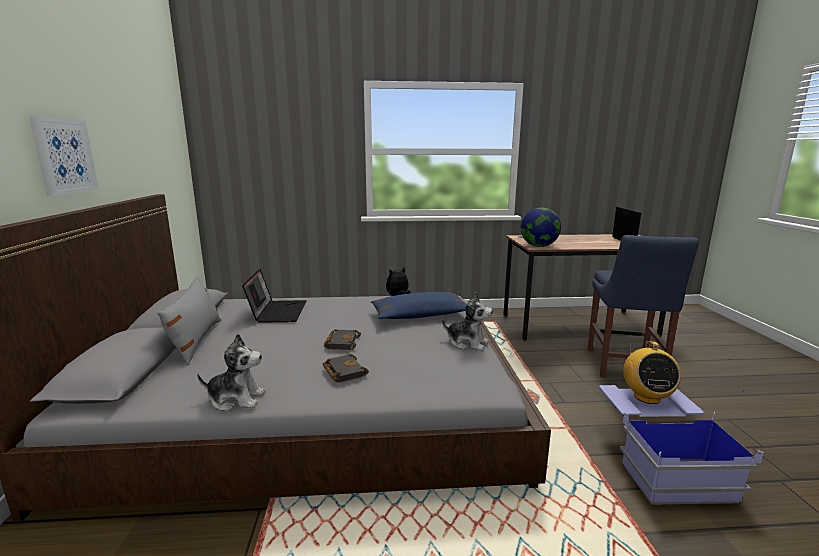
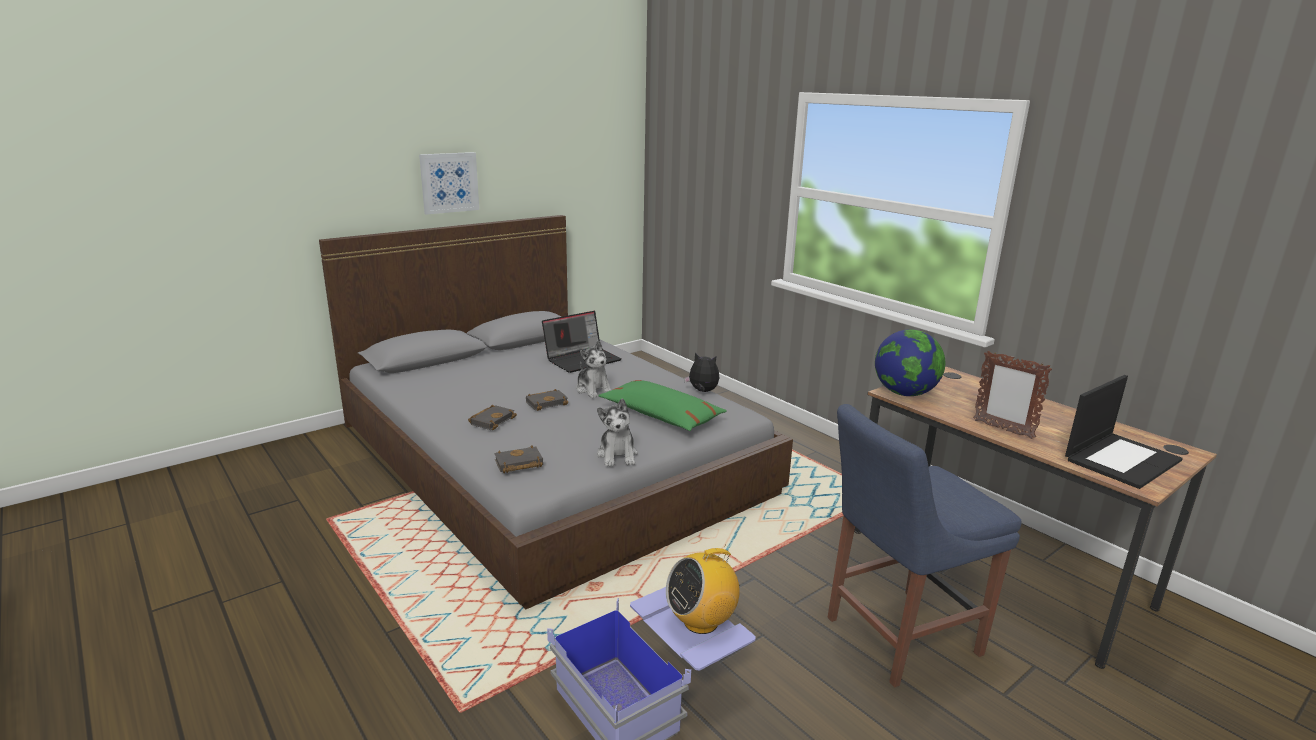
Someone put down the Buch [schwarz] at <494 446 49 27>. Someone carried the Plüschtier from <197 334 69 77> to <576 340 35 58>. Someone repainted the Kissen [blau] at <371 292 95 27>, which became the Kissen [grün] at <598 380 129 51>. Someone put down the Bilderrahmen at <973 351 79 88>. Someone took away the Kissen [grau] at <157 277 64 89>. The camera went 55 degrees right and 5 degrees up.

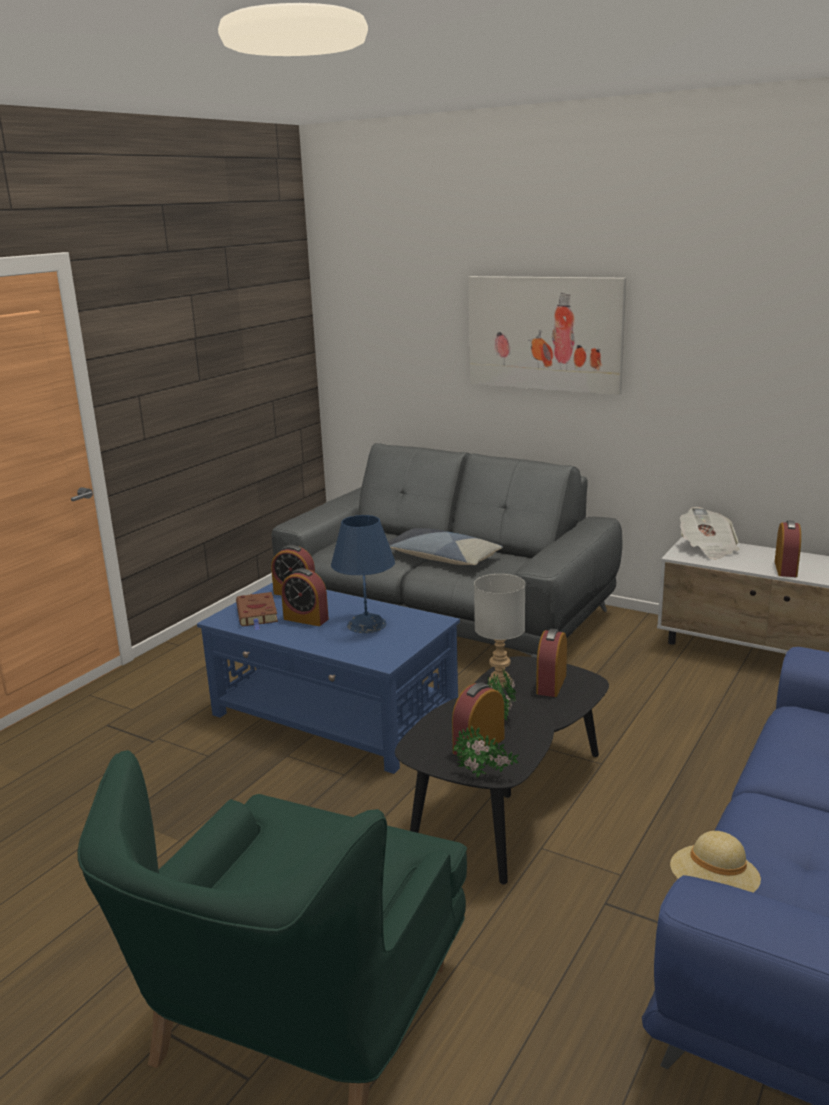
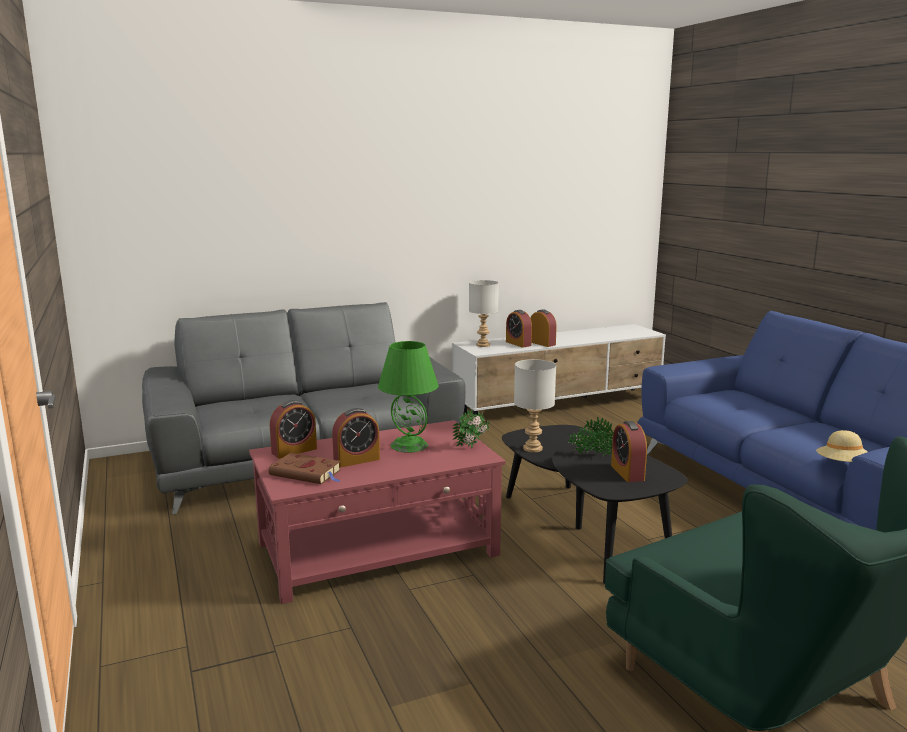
Someone repainted the Couchtisch [blau] at <197 582 263 192>, which became the Couchtisch [rot] at <249 420 256 184>. Someone repainted the Tischlampe [blau] at <331 515 64 118>, which became the Tischlampe [grün] at <378 341 61 112>. Someone carried the Topfpflanze from <453 726 66 52> to <452 409 38 39>. Someone swapped the Zeitung at <680 507 60 53> for the Tischlampe [grau] at <469 280 30 67>. Someone carried the Wecker from <536 629 31 68> to <506 310 26 38>. Someone took away the Kissen at <388 528 115 37>. Someone took away the Bild at <469 276 157 119>. The camera went 55 degrees left and 5 degrees down.

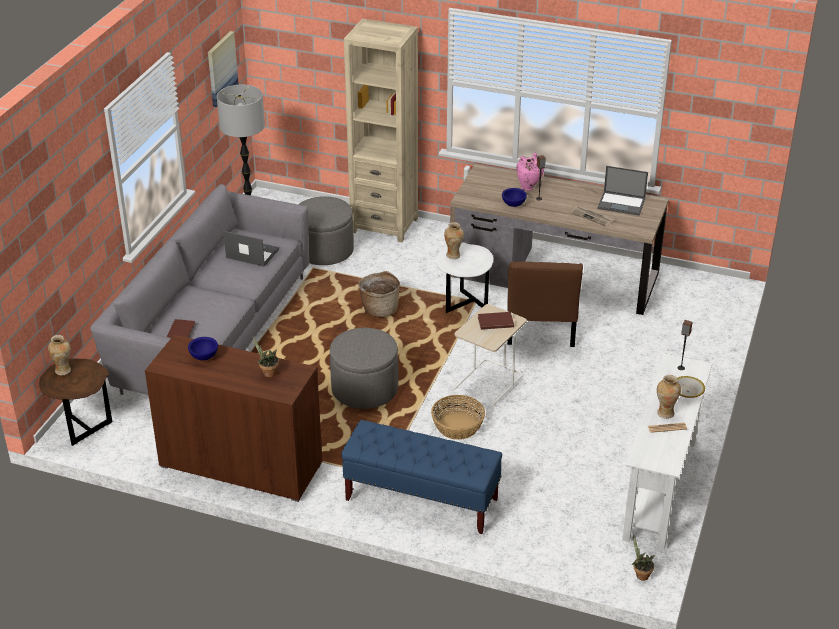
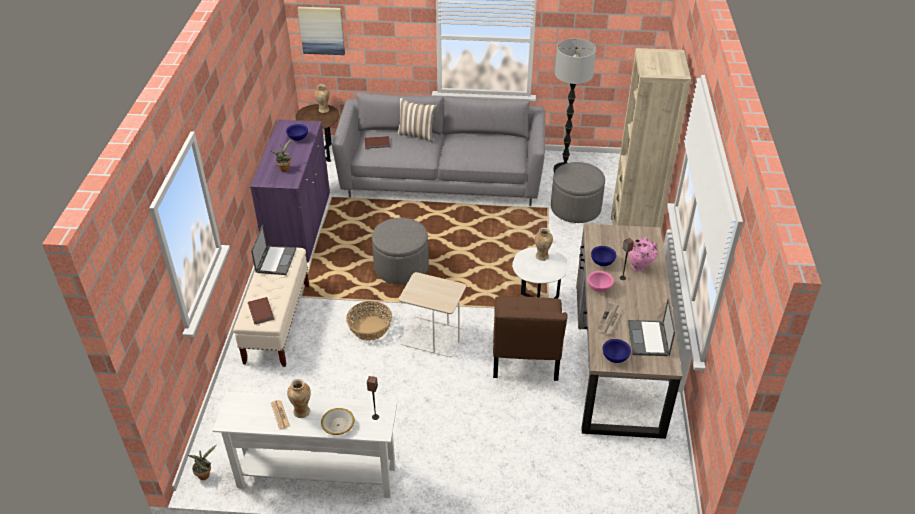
Someone repainted the Bank [blau] at <341 420 161 114>, which became the Bank [beige] at <233 246 76 121>. Someone carried the Buch [braun] from <478 312 36 18> to <248 297 26 27>. Someone repainted the Schrank [braun] at <145 335 177 167>, which became the Schrank [lila] at <250 120 80 142>. Someone carried the Laptop from <224 231 55 36> to <251 225 45 50>. Someone carried the Bild from <208 31 31 76> to <298 7 47 48>. Someone put down the Kissen at <397 98 41 45>. Someone rotated the Stuhl [braun] at <507 261 76 86> by 75 degrees counterclockwise. Someone put down the Schüssel [rosa] at <588 271 26 21>. Someone put down the Schüssel [blau] at <603 339 28 24>. Someone took away the Korb at <358 271 42 46>. The camera went 75 degrees right and 5 degrees up.

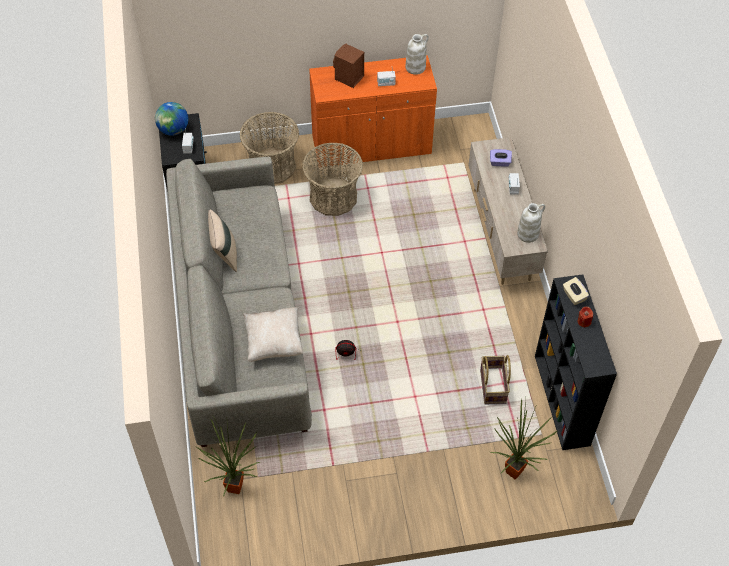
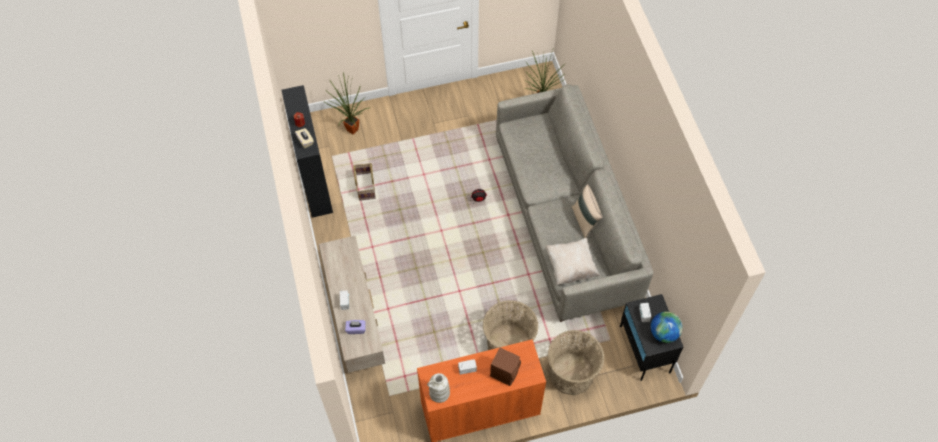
Someone carried the Kissen [beige] from <243 307 61 55> to <545 238 55 47>. Someone took away the Vase [weiß] at <517 203 28 40>. The camera went 175 degrees right and 5 degrees up.

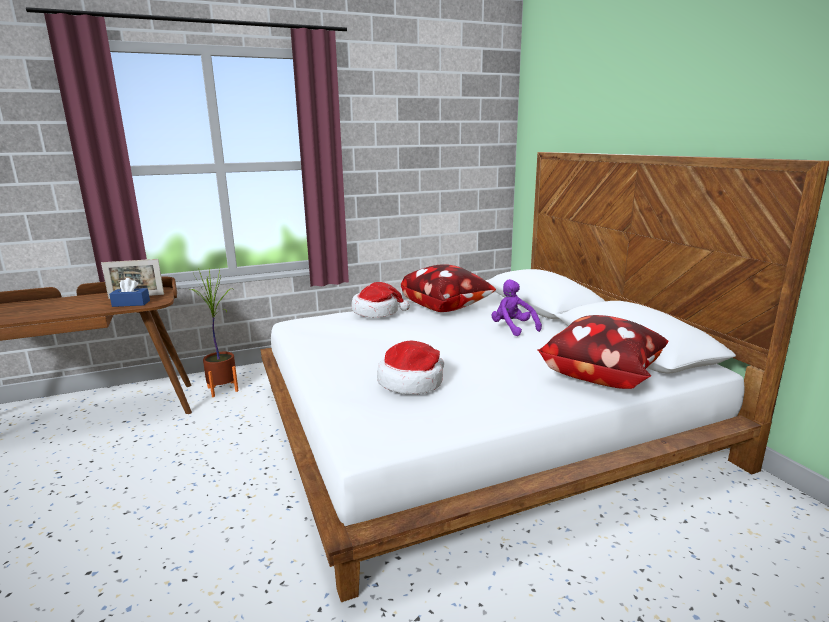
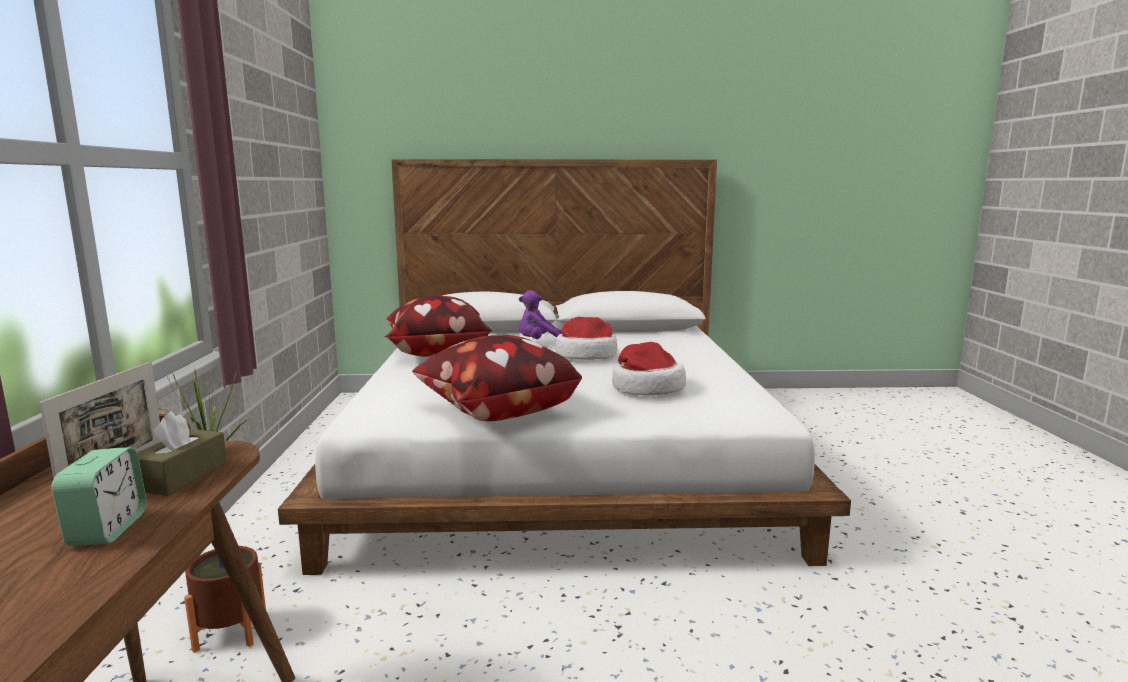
Someone put down the Wecker at <51 447 96 99>. Someone repainted the Taschentuchbox [blau] at <109 278 41 29>, which became the Taschentuchbox [braun] at <137 411 90 85>. Someone carried the Kissen from <537 315 131 74> to <412 335 170 86>. Someone carried the Hut from <352 282 58 35> to <555 317 62 43>. The camera went 70 degrees left and 5 degrees down.

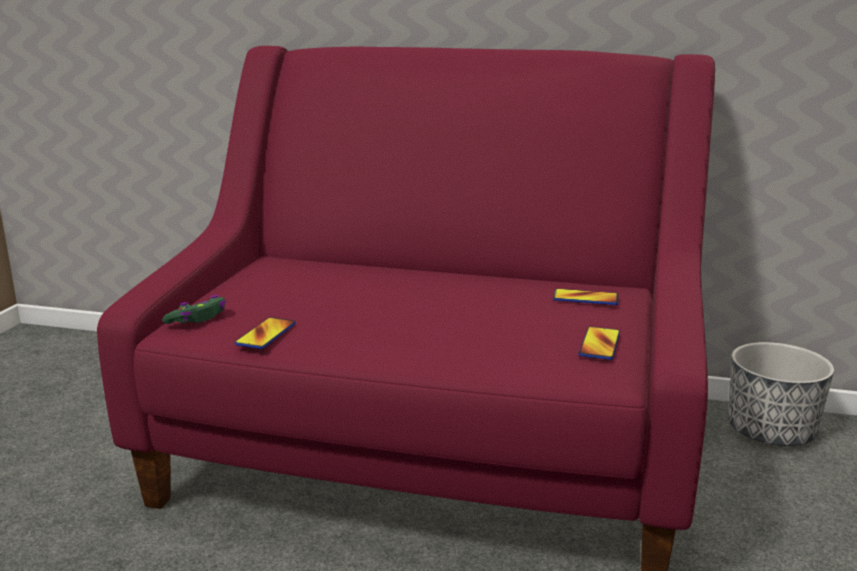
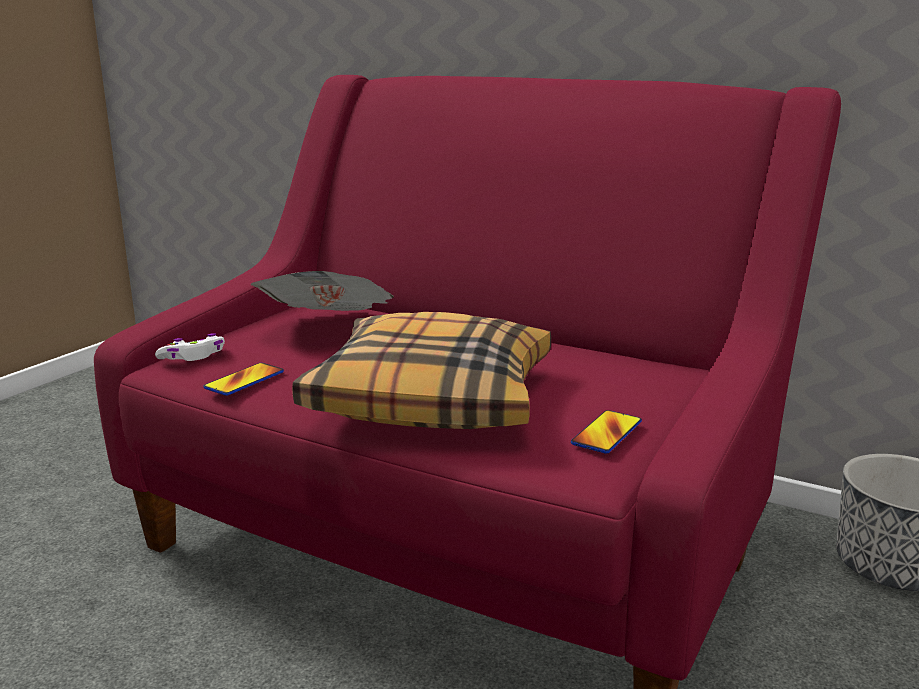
Someone repainted the Gamepad [grün] at <162 295 64 29>, which became the Gamepad [weiß] at <155 333 70 28>. Someone put down the Zeitung at <250 271 144 40>. Someone put down the Kissen at <292 312 259 117>. Someone took away the Handy at <553 289 66 16>. The camera went 15 degrees right and 0 degrees up.

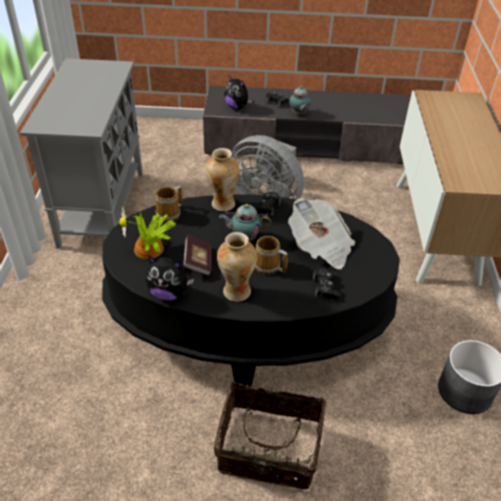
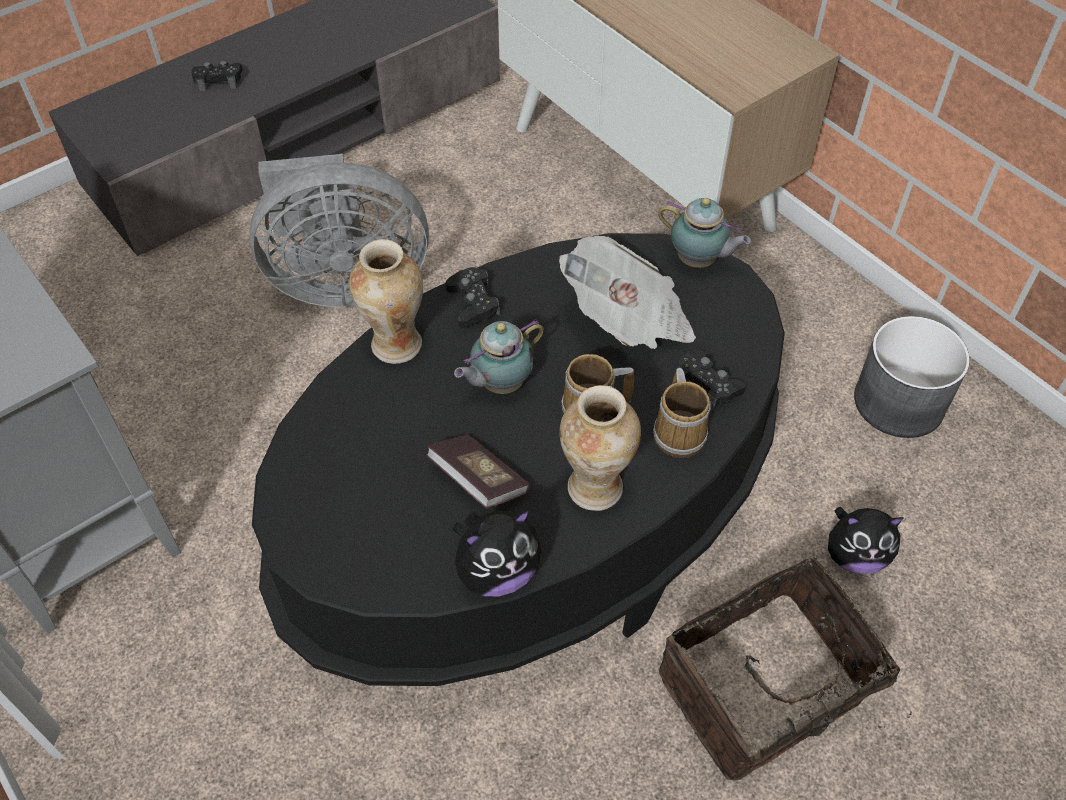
Someone carried the Henkelbecher from <155 185 28 37> to <653 368 58 90>. Someone carried the Teekanne from <289 86 22 29> to <658 198 93 70>. Someone carried the Plüschtier from <224 75 29 34> to <828 507 76 67>. Someone took away the Topfpflanze at <120 208 56 51>. The camera went 40 degrees left and 10 degrees up.

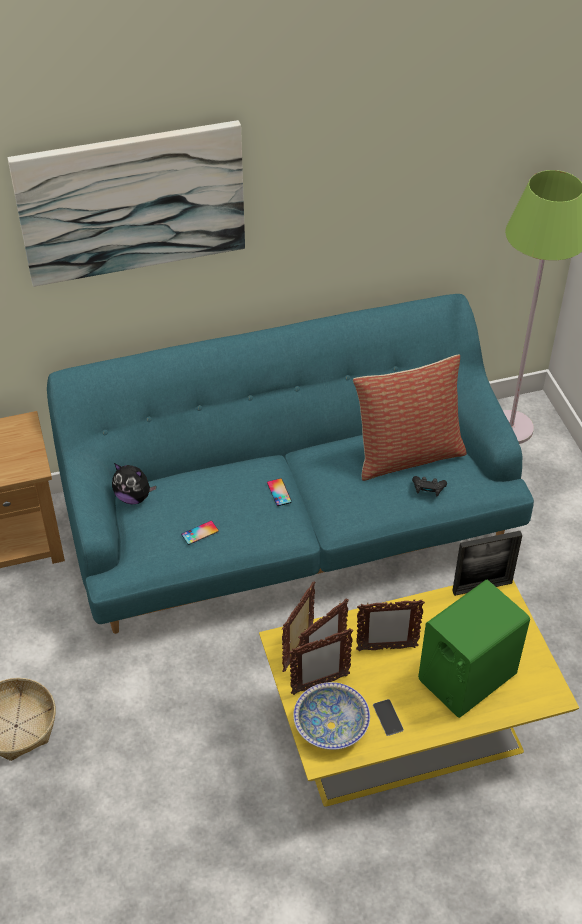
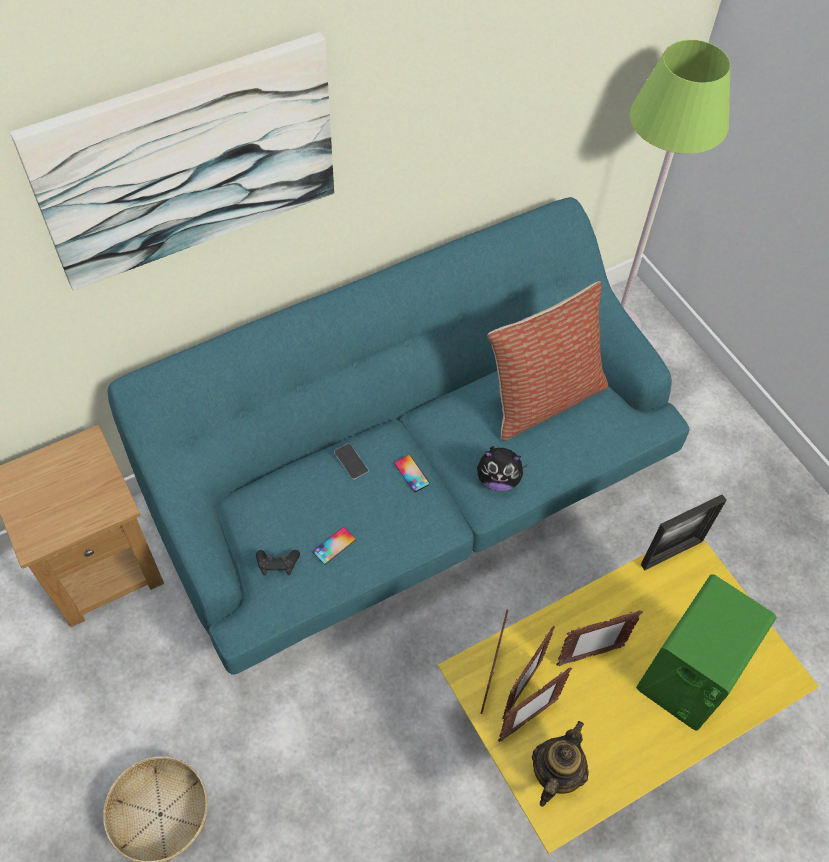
Someone carried the Gamepad [schwarz] from <412 476 35 21> to <256 550 44 26>. Someone carried the Handy from <373 699 31 37> to <334 443 35 37>. Someone carried the Plüschtier from <112 463 44 41> to <477 446 51 45>. Someone swapped the Schüssel at <293 682 77 68> for the Teekanne at <532 721 57 86>. The camera went 15 degrees left and 10 degrees up.

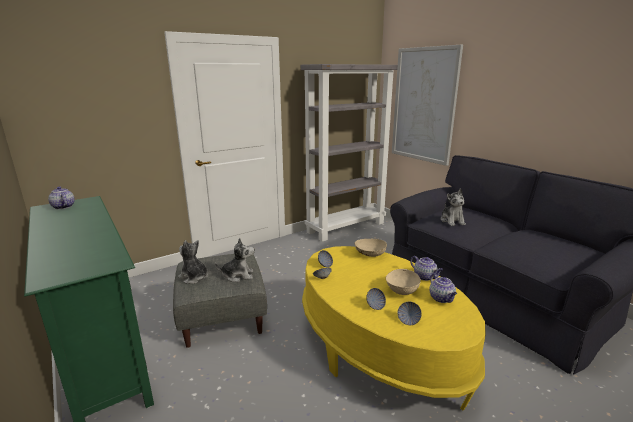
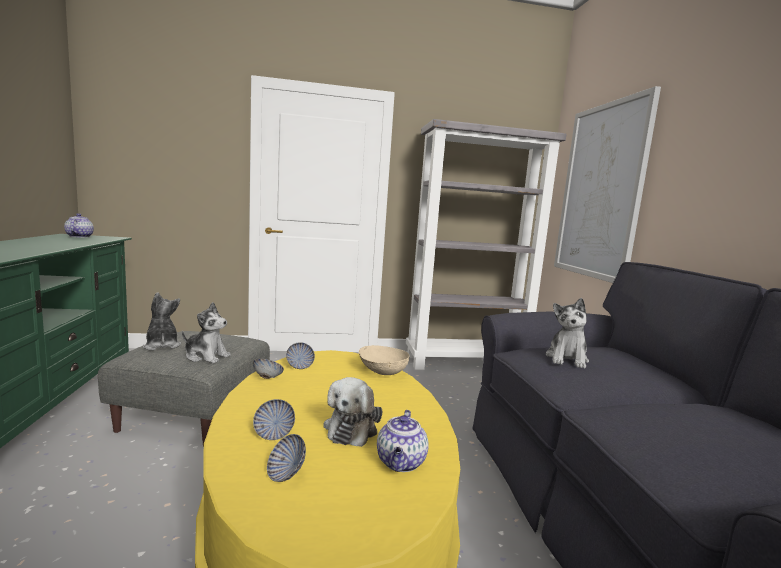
Someone swapped the Schüssel [beige] at <386 269 35 26> for the Plüschtier at <323 377 60 70>. Someone took away the Teekanne at <410 256 33 25>. The camera went 25 degrees right and 10 degrees down.

